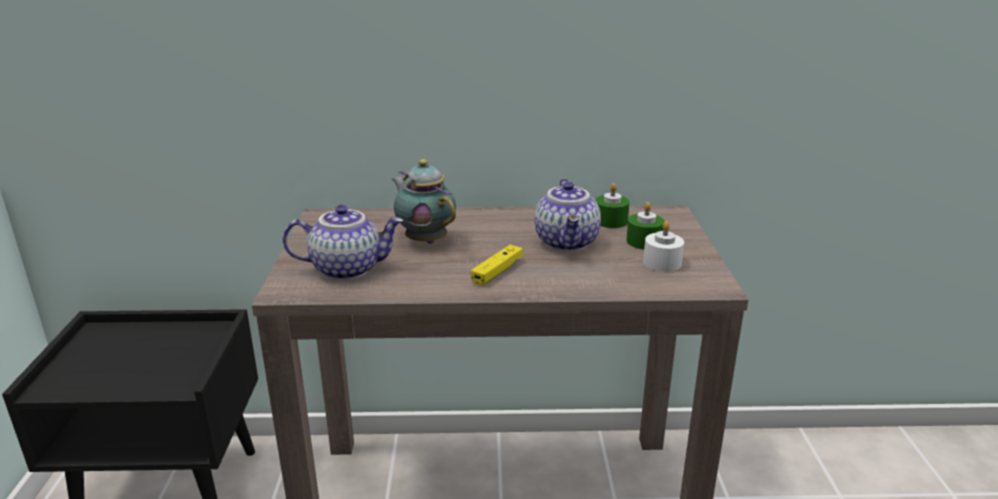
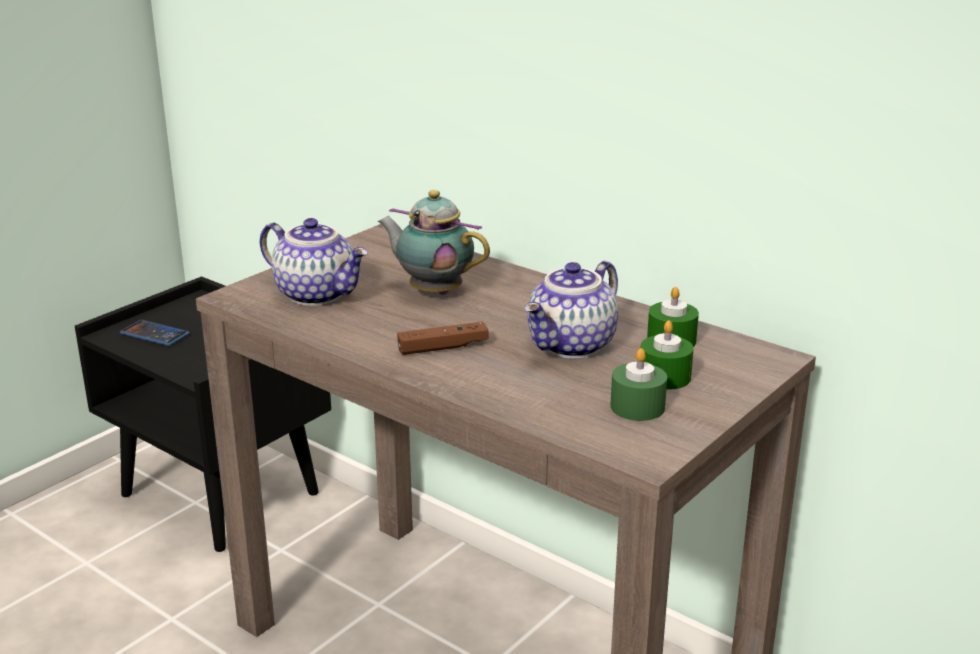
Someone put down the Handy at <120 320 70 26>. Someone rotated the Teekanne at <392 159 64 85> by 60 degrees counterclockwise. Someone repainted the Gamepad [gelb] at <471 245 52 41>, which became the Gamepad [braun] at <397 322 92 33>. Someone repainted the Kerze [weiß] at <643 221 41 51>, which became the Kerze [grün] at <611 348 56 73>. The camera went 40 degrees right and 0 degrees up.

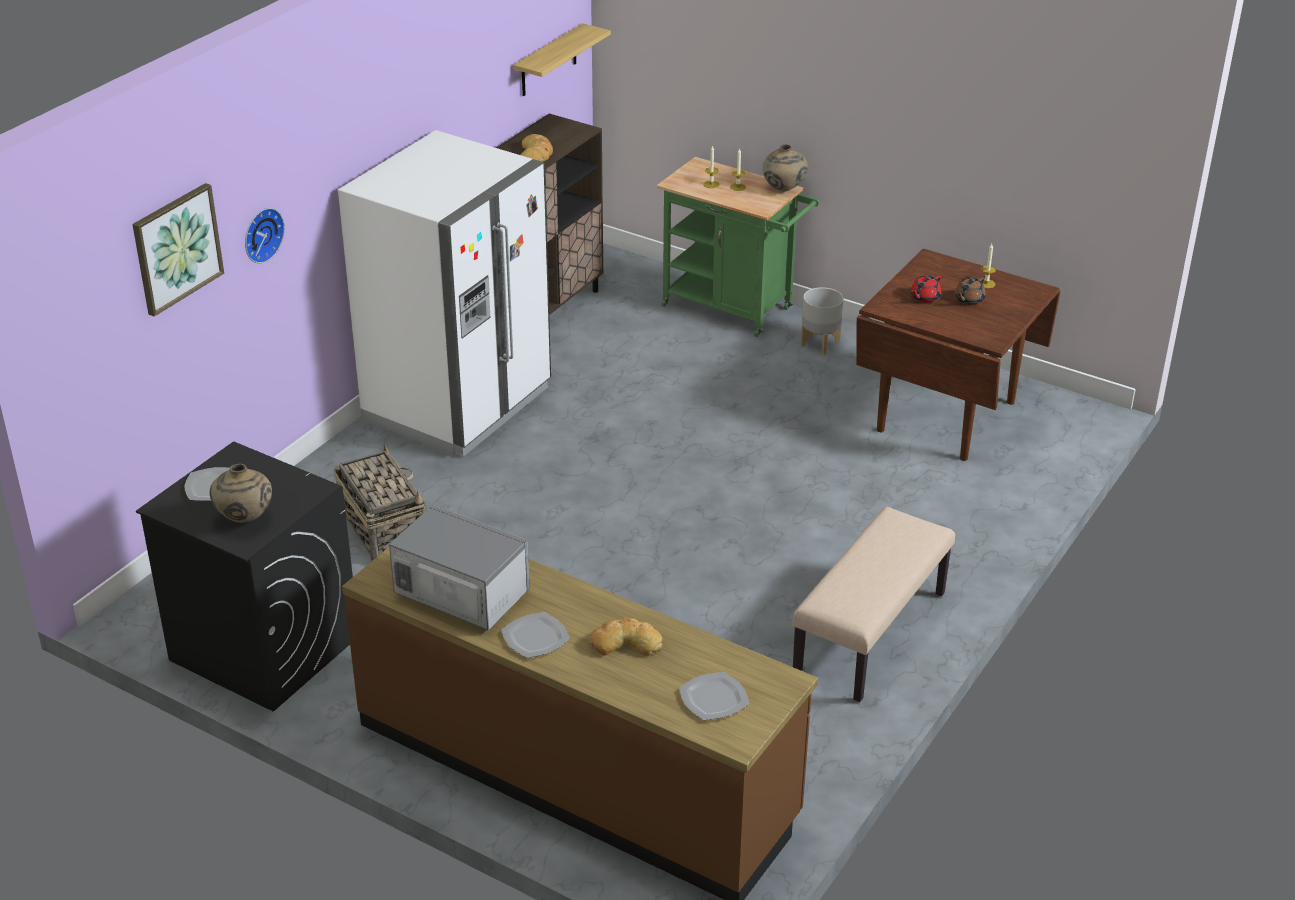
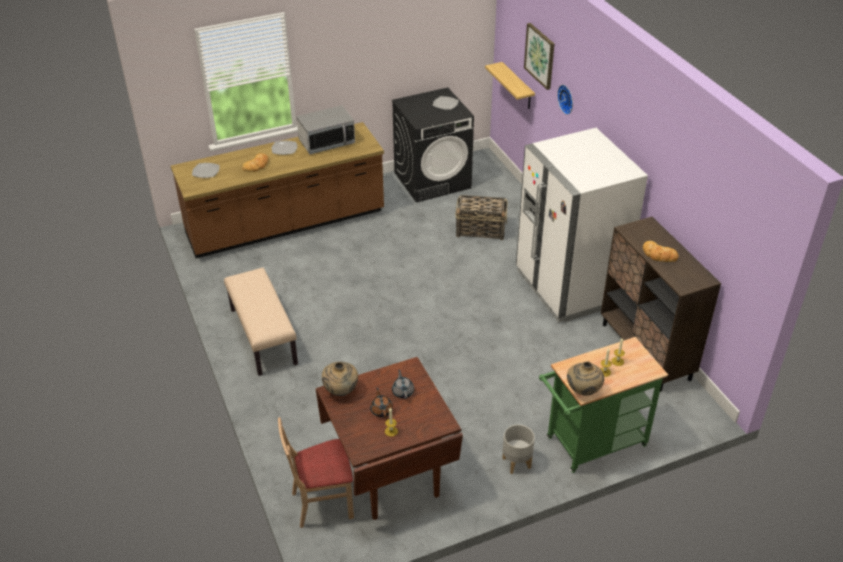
Someone put down the Stuhl [beige] at <278 417 76 111>. Someone carried the Vase [beige] from <209 464 63 59> to <322 362 36 34>. Someone repainted the Teekanne [rot] at <911 275 30 28>, which became the Teekanne [grau] at <392 369 22 30>. Someone carried the Wandregal from <513 23 98 73> to <485 62 50 47>. The camera went 125 degrees right and 5 degrees up.

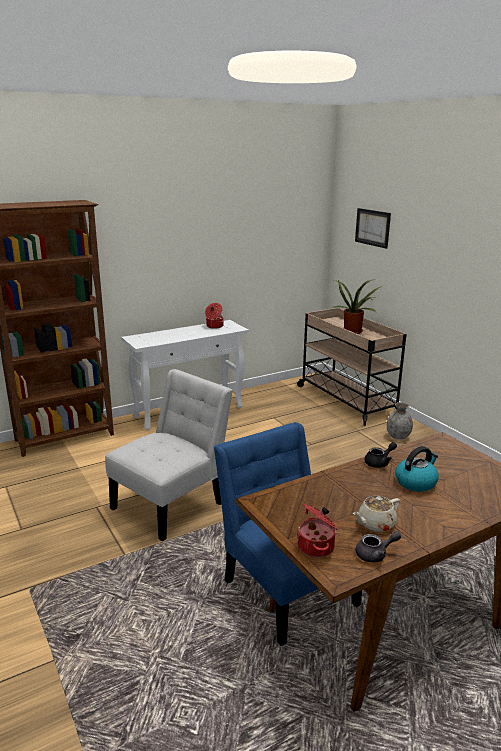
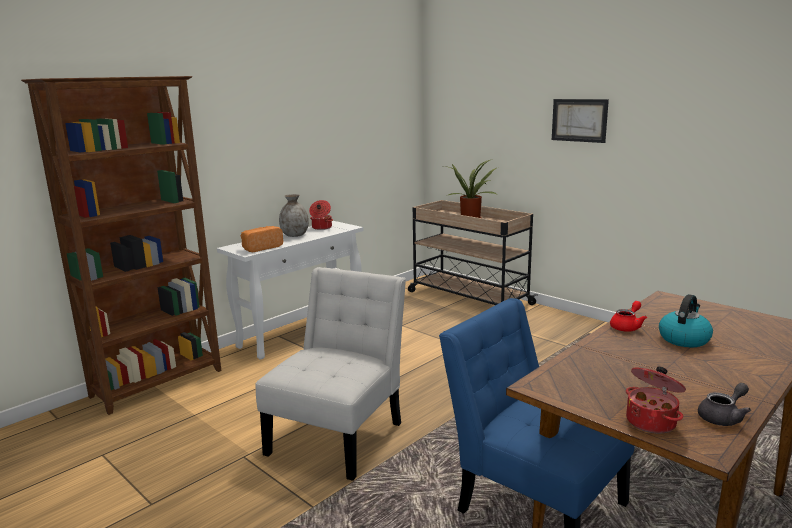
Someone put down the Brot at <241 226 42 26>. Someone carried the Vase [grau] from <387 402 26 37> to <279 194 30 43>. Someone carried the Bild from <355 208 36 41> to <552 99 57 44>. Someone repainted the Teekanne [schwarz] at <365 442 32 26>, which became the Teekanne [rot] at <610 301 37 31>. Someone took away the Teekanne [beige] at <353 496 48 36>. The camera went 15 degrees left and 5 degrees down.

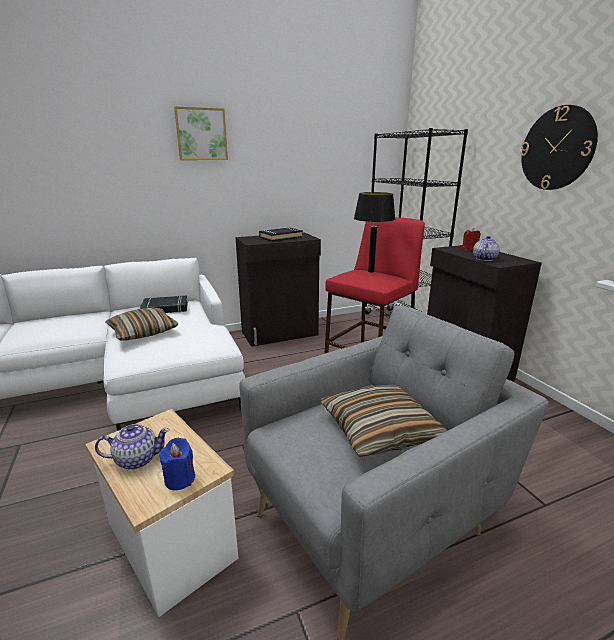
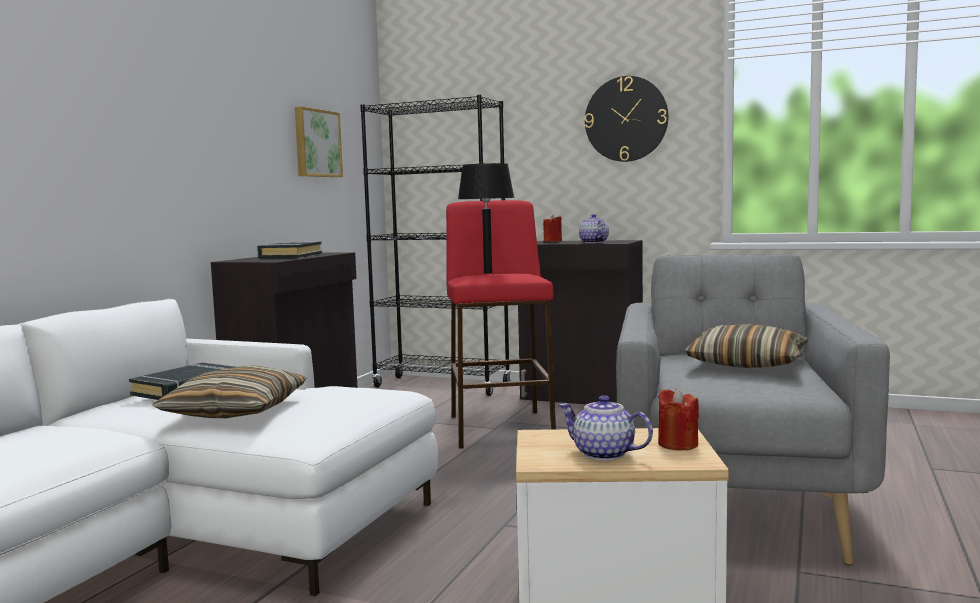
Someone carried the Bild from <174 106 54 54> to <295 107 48 70>. Someone rotated the Teekanne at <95 424 75 46> by 90 degrees counterclockwise. Someone repainted the Kerze [blau] at <159 438 36 52>, which became the Kerze [rot] at <658 388 41 62>. The camera went 45 degrees left and 15 degrees down.

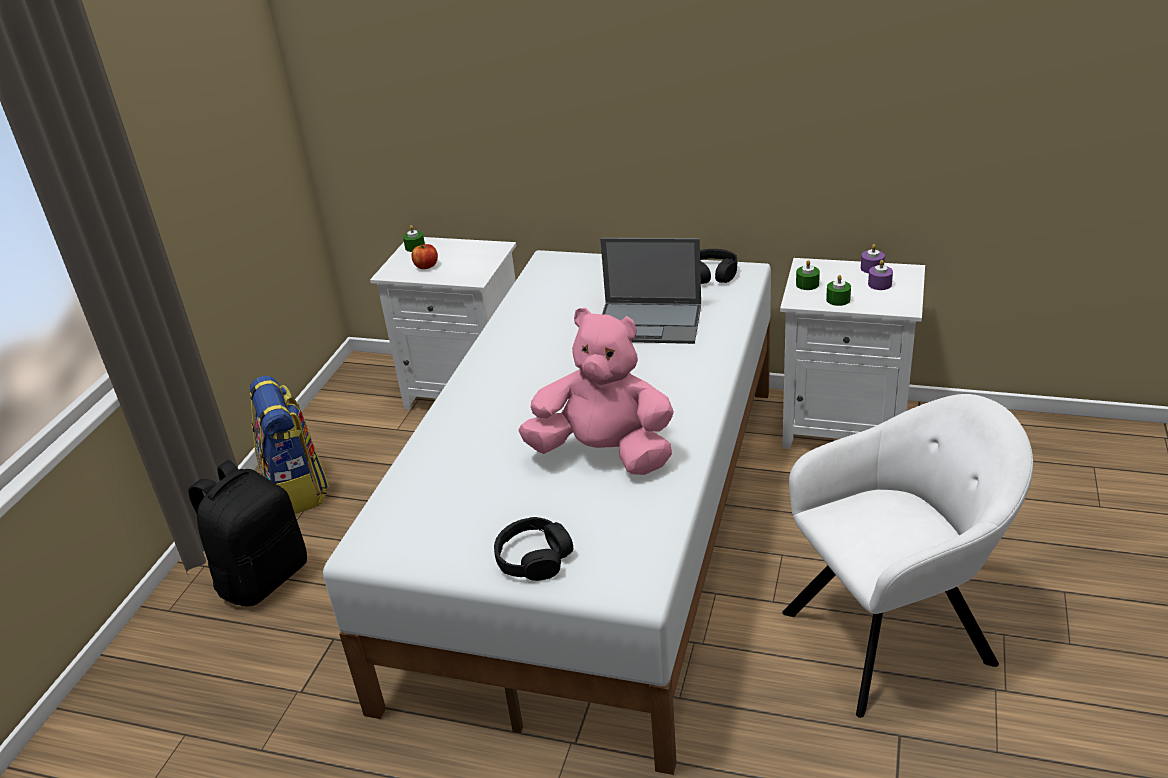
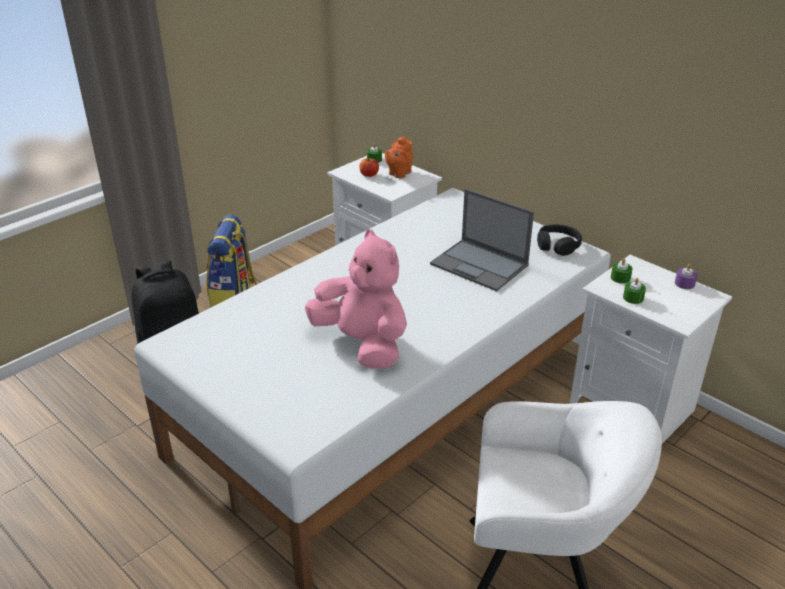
Someone put down the Teekanne [orange] at <385 135 28 43>. Someone took away the Kopfhörer [schwarz] at <494 517 79 64>. Someone took away the Kerze [lila] at <868 260 25 30>. The camera went 25 degrees right and 0 degrees up.

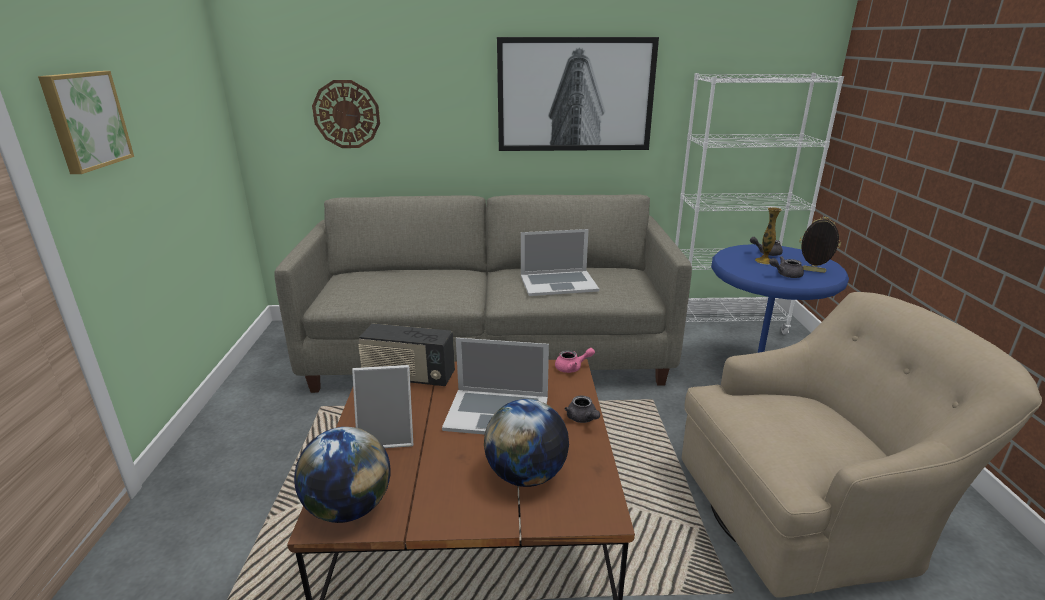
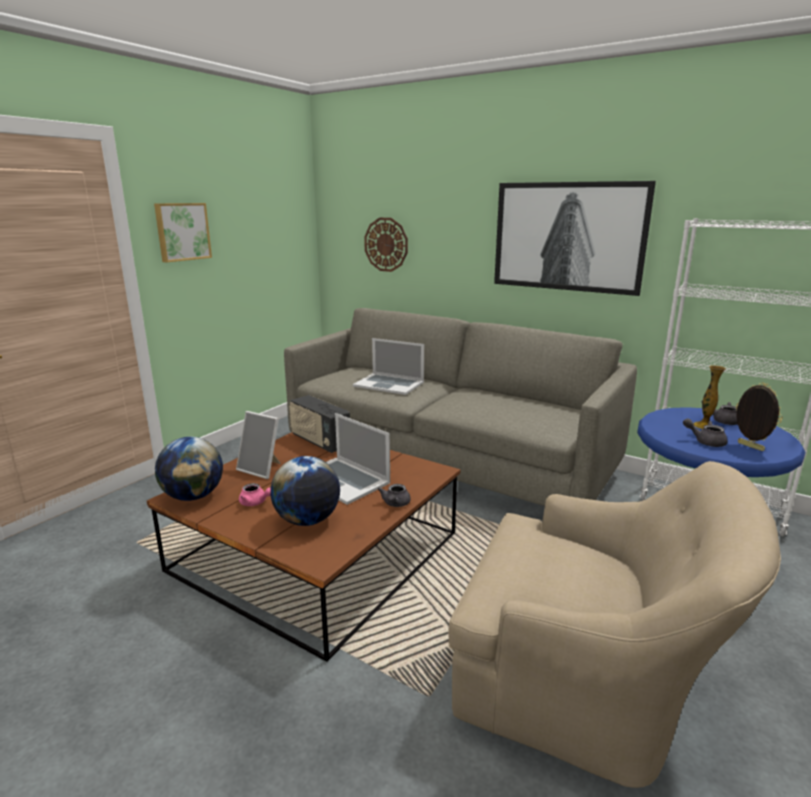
Someone carried the Teekanne [rosa] from <555 348 40 25> to <239 483 32 23>. Someone carried the Laptop from <521 229 78 67> to <353 338 71 57>. The camera went 35 degrees right and 5 degrees down.

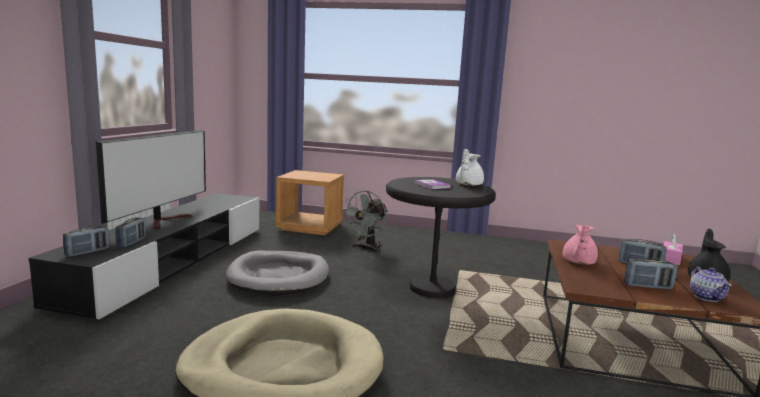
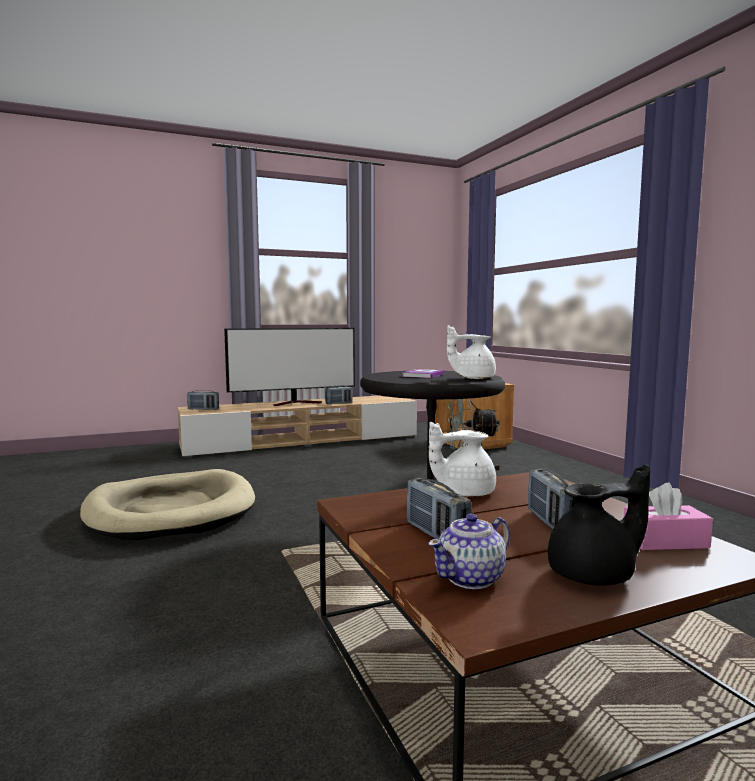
Someone repainted the Fernsehschrank [schwarz] at <28 193 231 128>, which became the Fernsehschrank [beige] at <177 396 240 62>. Someone carried the Radio from <115 217 31 31> to <325 385 28 20>. Someone repainted the Teekanne [rosa] at <563 225 35 40>, which became the Teekanne [weiß] at <429 422 67 74>. Someone took away the Hundebett [grau] at <226 251 103 44>. The camera went 55 degrees right and 5 degrees down.

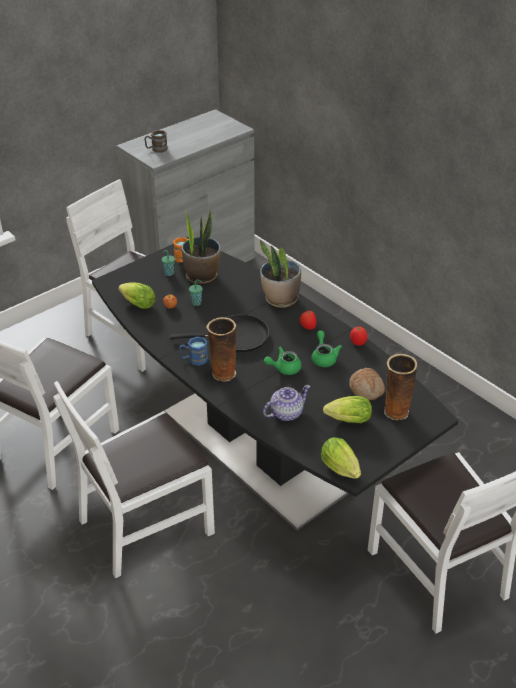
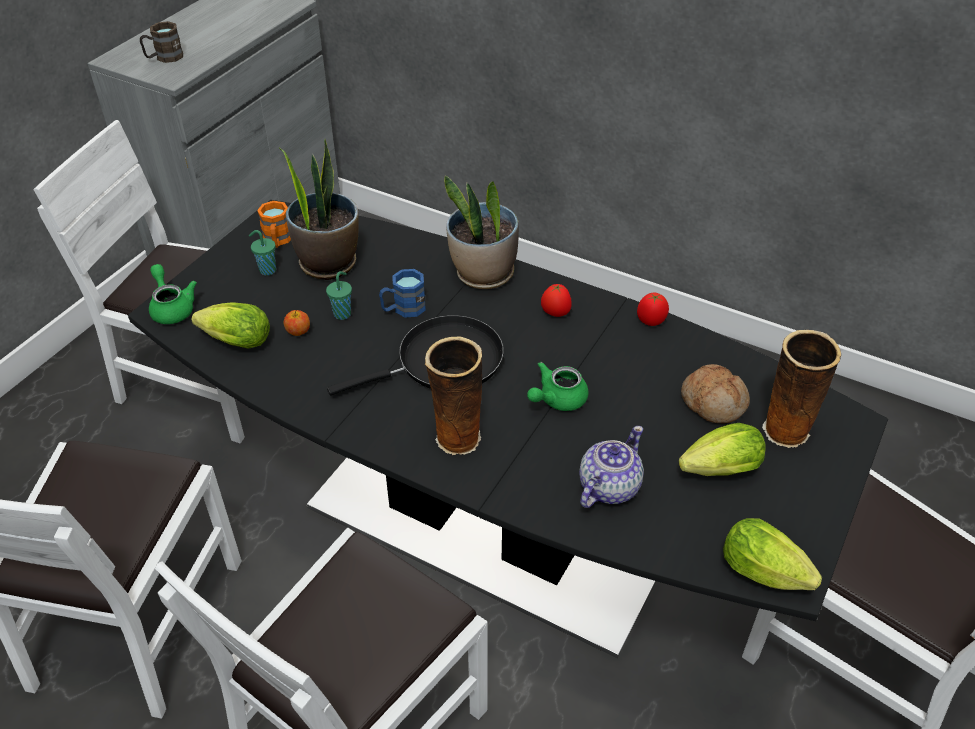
Someone carried the Teekanne [grün] from <311 331 31 36> to <149 264 48 60>. Someone carried the Henkelbecher [blau] from <179 337 29 29> to <379 269 47 49>. The camera went 20 degrees left and 5 degrees up.

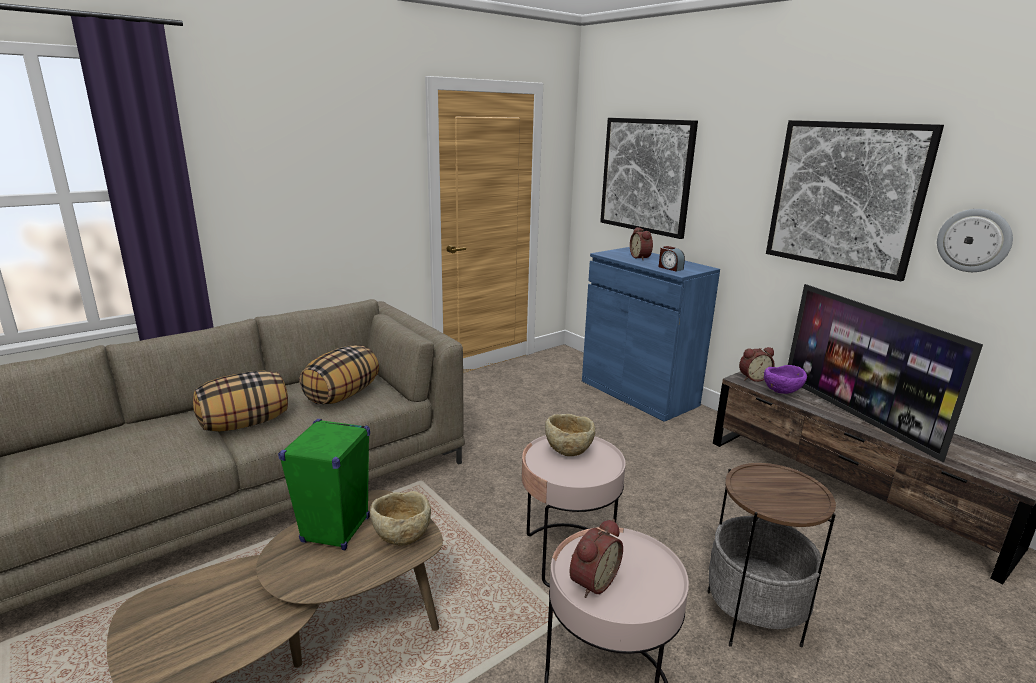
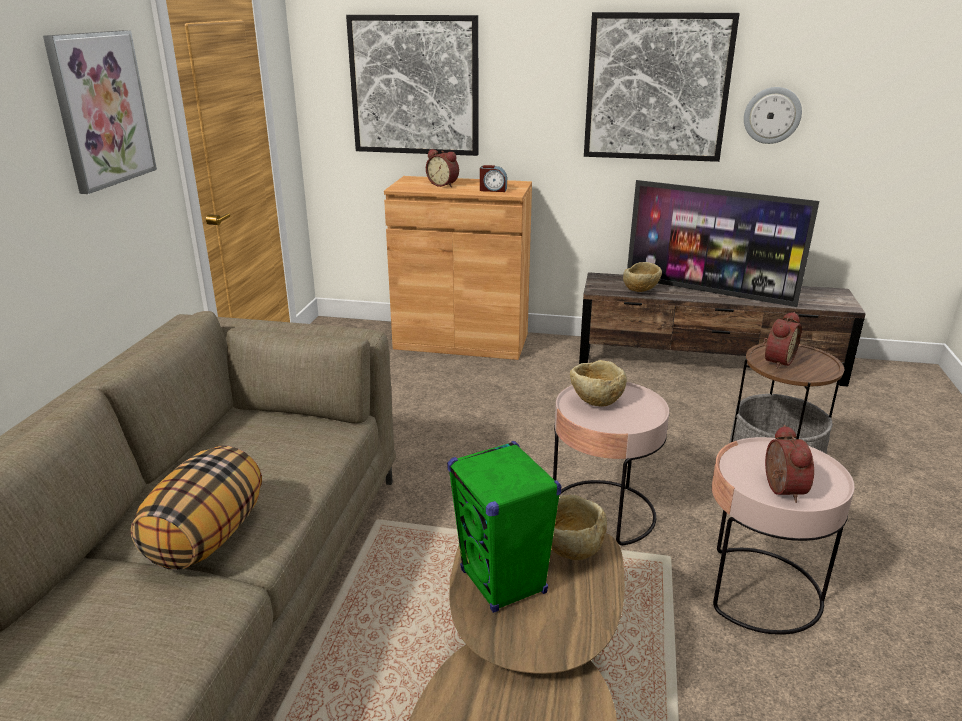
Someone put up the Bild at <43 30 114 164>. Someone repainted the Schrank [blau] at <582 247 138 175>, which became the Schrank [braun] at <384 176 148 184>. Someone repainted the Schüssel [lila] at <764 365 43 29>, which became the Schüssel [beige] at <623 262 39 30>. Someone carried the Wecker from <739 347 35 35> to <763 312 39 57>. Someone took away the Kissen at <299 345 80 60>. The camera went 40 degrees left and 5 degrees up.

